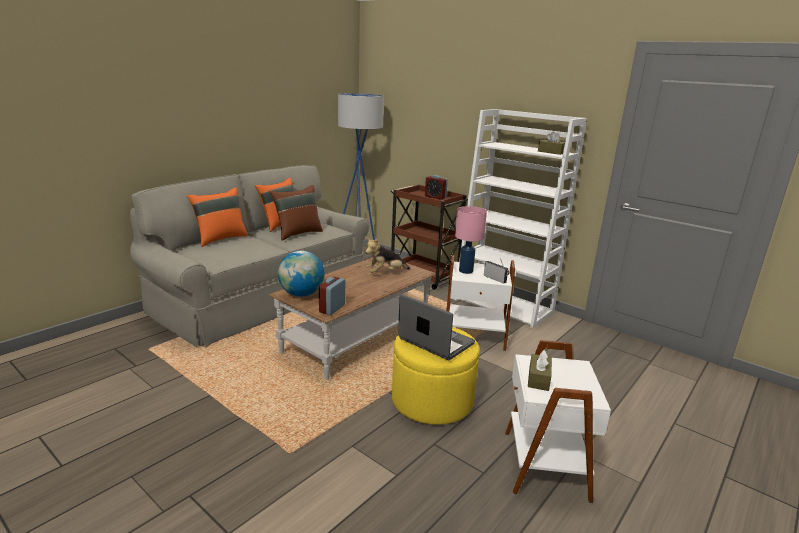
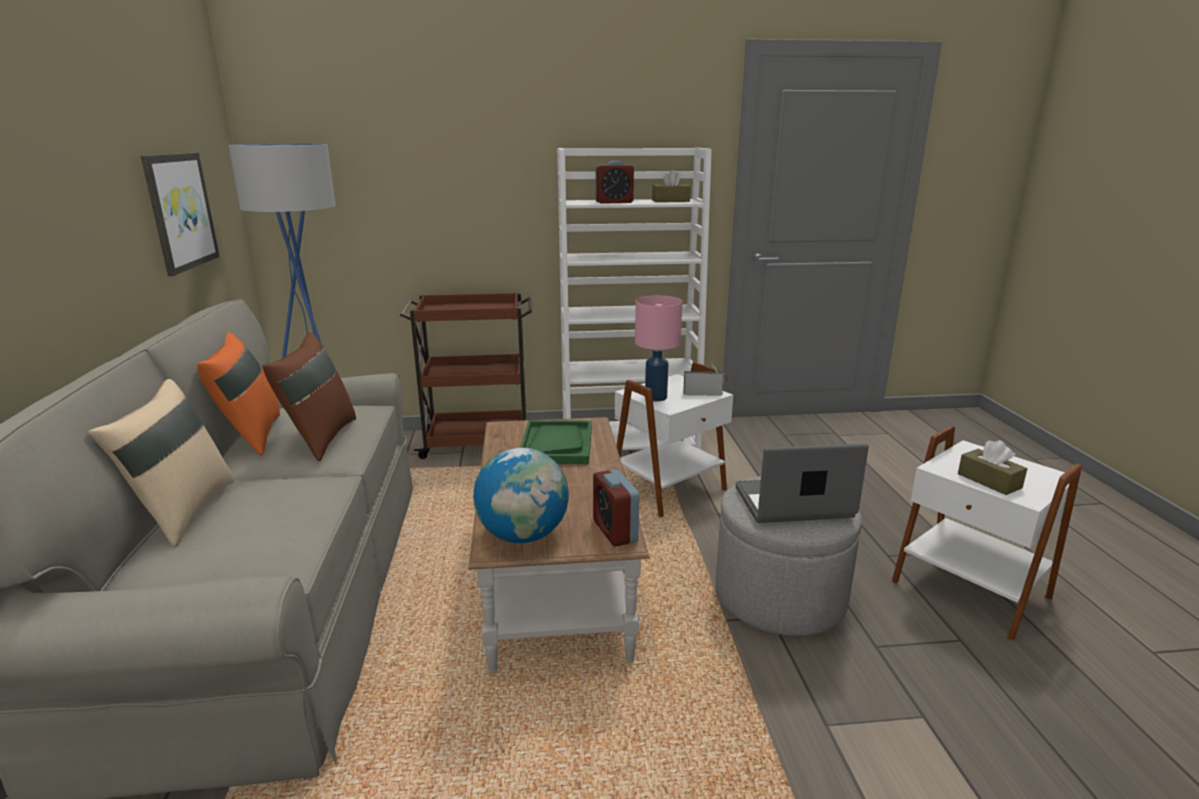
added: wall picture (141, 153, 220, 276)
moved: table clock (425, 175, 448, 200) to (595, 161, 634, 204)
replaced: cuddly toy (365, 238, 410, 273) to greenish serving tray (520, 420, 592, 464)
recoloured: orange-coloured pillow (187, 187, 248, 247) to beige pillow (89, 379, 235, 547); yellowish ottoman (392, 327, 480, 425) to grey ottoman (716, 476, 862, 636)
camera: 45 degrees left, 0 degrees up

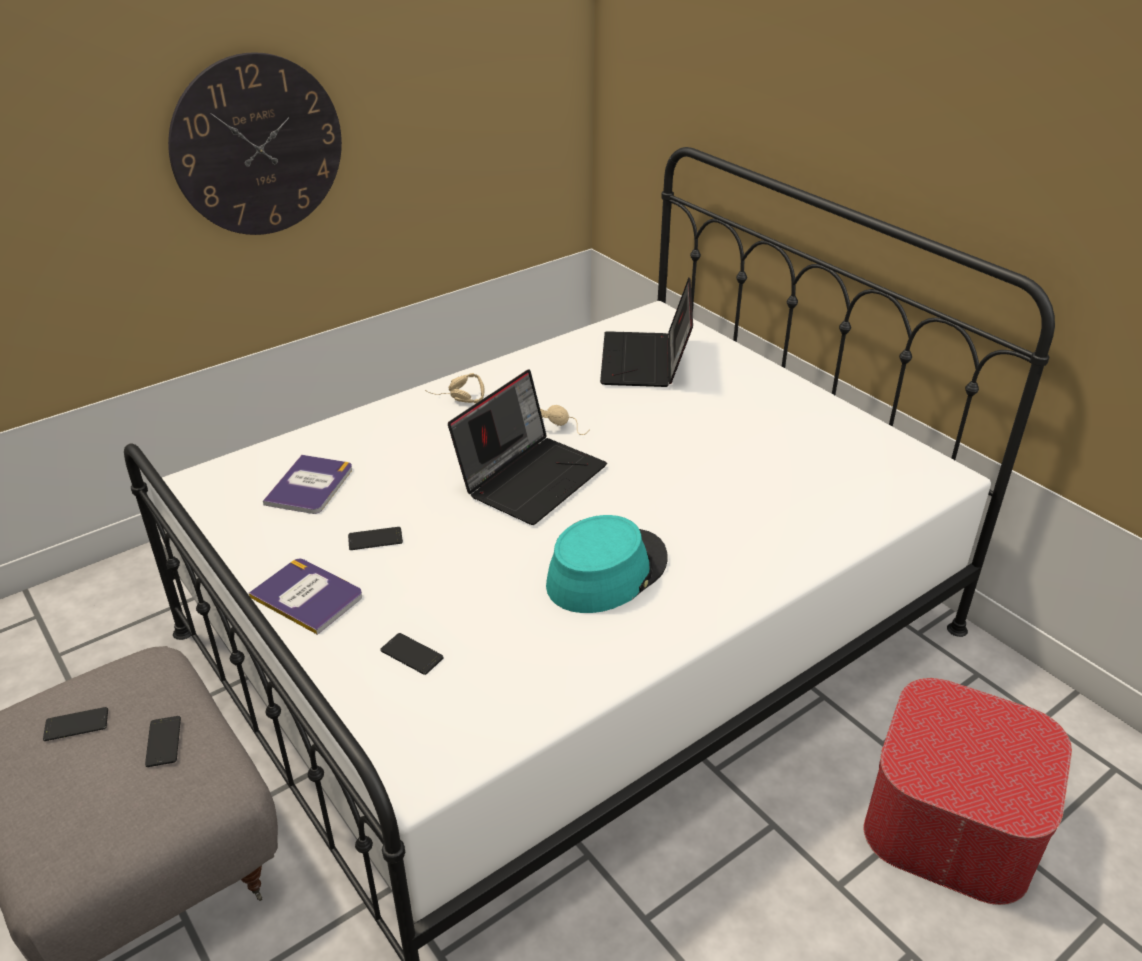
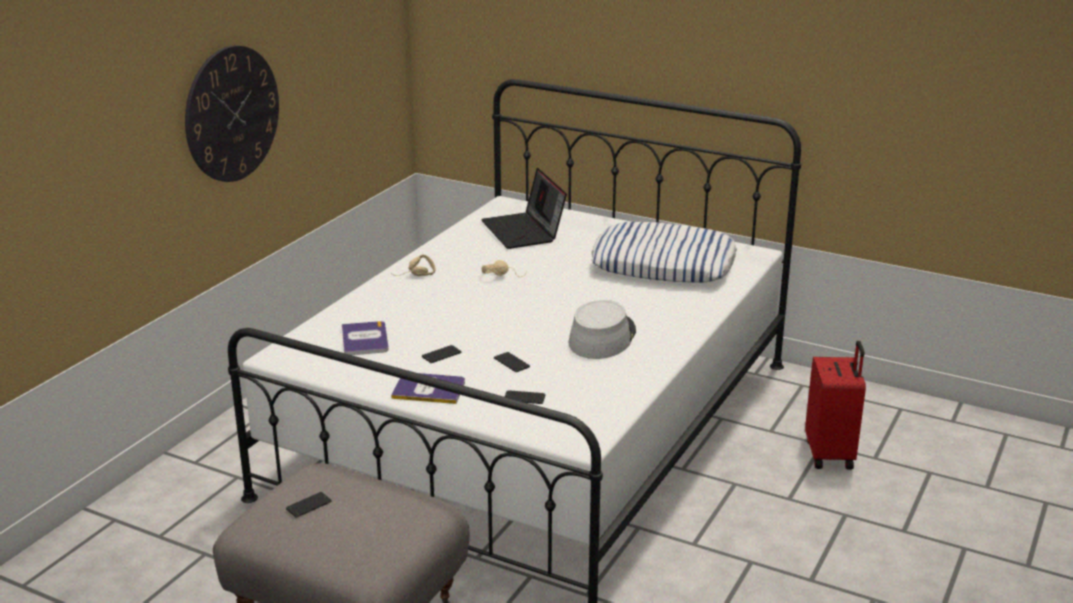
removed: laptop (448, 369, 607, 525)
added: pillow (591, 222, 737, 283)
moved: telephone (145, 716, 181, 767) to (494, 352, 530, 372)
replaced: ottoman (863, 678, 1072, 905) to reddish suitcase (805, 341, 866, 470)
recoloured: turquoise clothing hat (546, 515, 668, 613) to grey clothing hat (569, 300, 636, 359)
camera: 25 degrees left, 10 degrees down

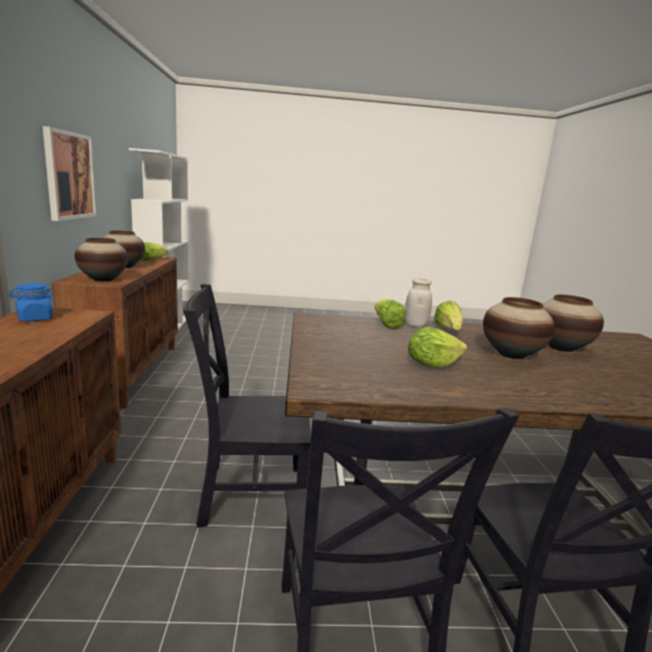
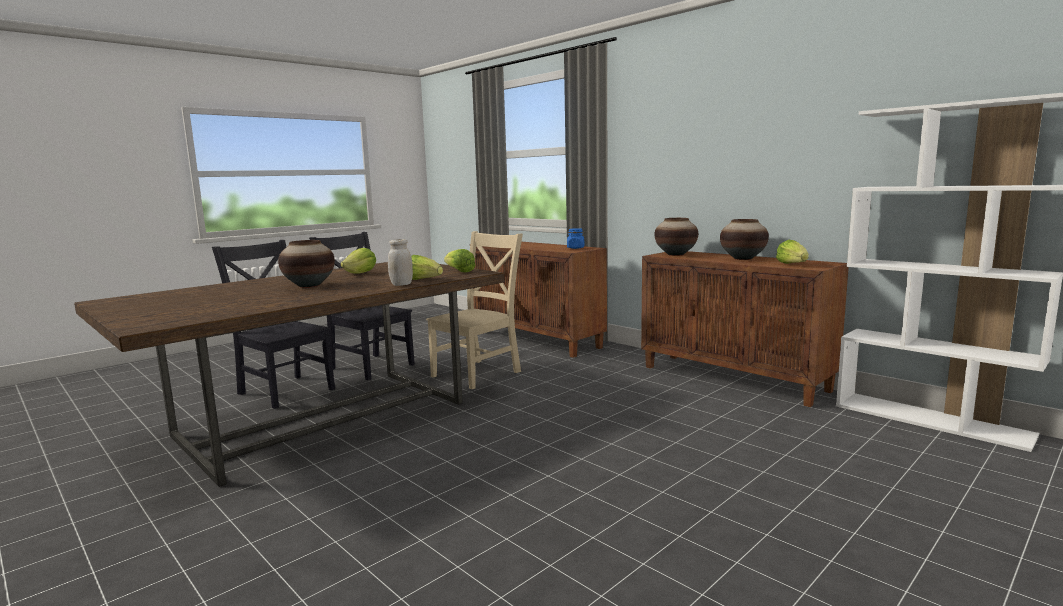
removed: wall picture (43, 126, 97, 221); decorative vase (543, 295, 604, 352)
moved: lettuce (434, 301, 463, 331) to (444, 249, 476, 272)
recoloured: black-coloured upright chair (183, 284, 311, 528) to beige upright chair (426, 231, 523, 389)
camera: 140 degrees right, 5 degrees down

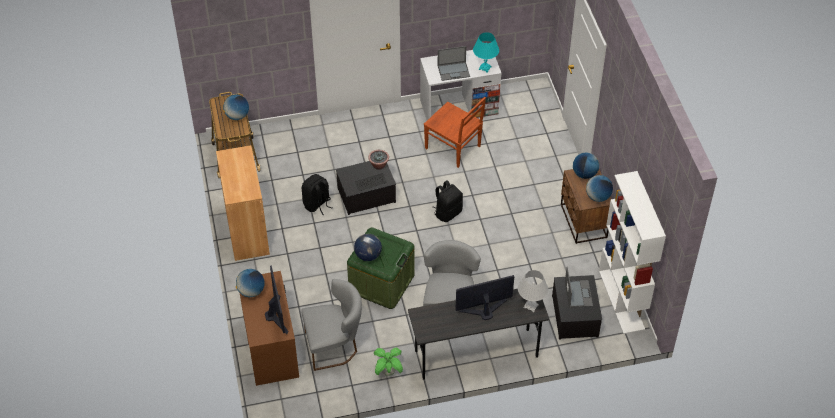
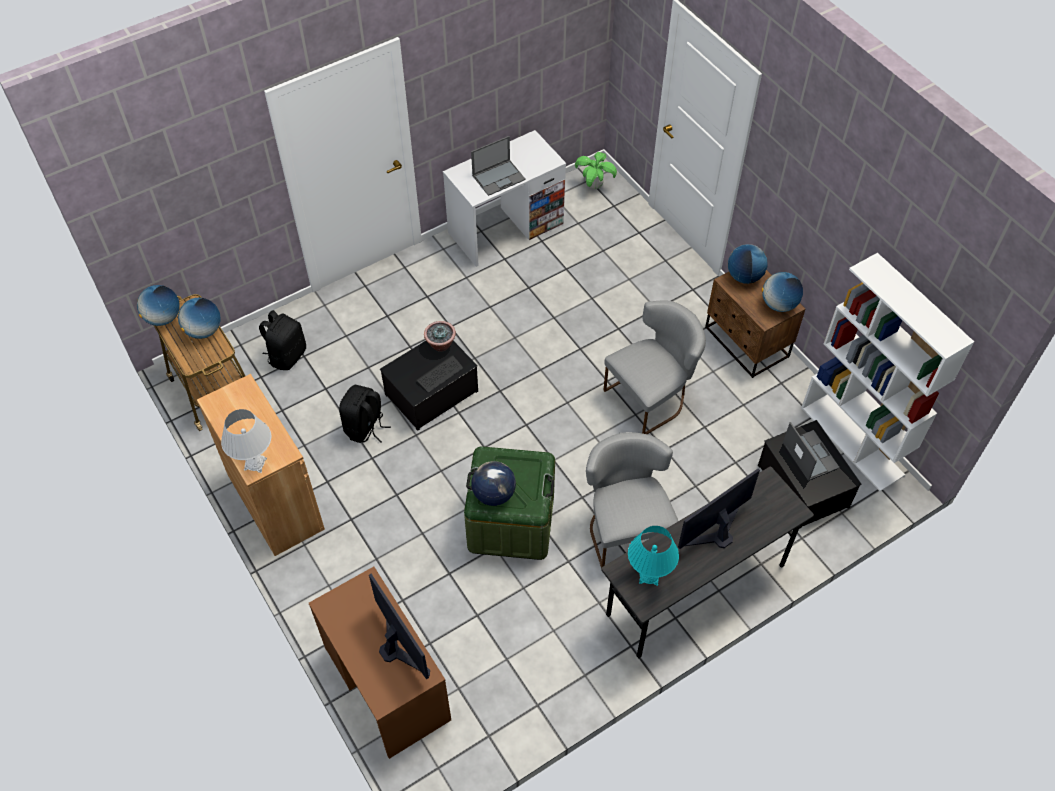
removed: brownish upright chair (424, 97, 486, 168)
moved: world globe (236, 269, 264, 297) to (137, 285, 180, 326); whitish tabletop lamp (518, 270, 548, 313) to (221, 409, 271, 473); black-coloured knapsack (433, 180, 463, 222) to (259, 310, 306, 370); plant in a pot (374, 348, 403, 376) to (575, 152, 617, 189); grey upright chair (301, 279, 362, 371) to (603, 300, 706, 434); turquoise tabletop lamp (473, 32, 499, 73) to (628, 526, 679, 586)
camera: 20 degrees left, 5 degrees up

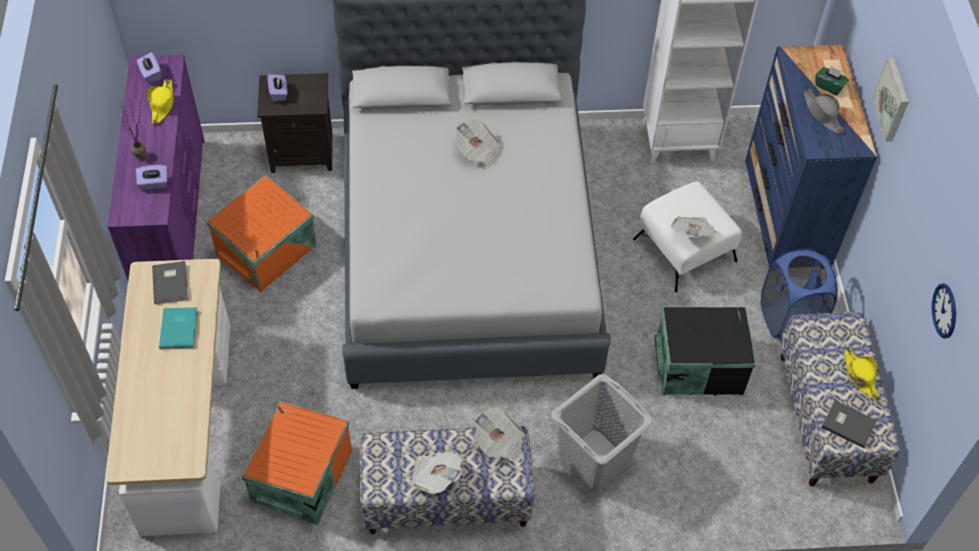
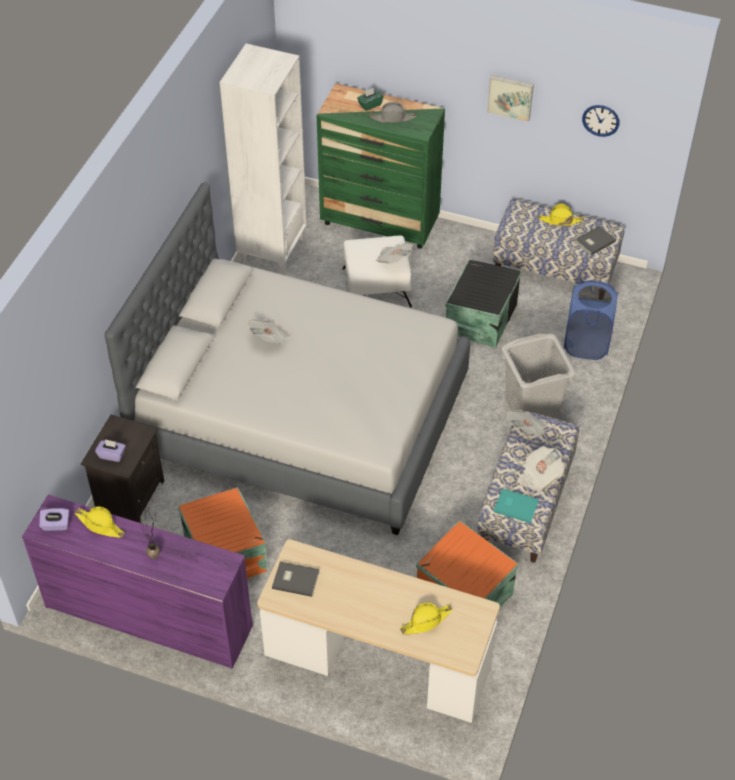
removed: purple-coloured tissue holder (136, 165, 167, 190)
added: yellowish clothing hat (400, 602, 453, 634)
moved: wall picture (872, 58, 909, 142) to (487, 75, 534, 122); turquoise bound book (159, 307, 198, 349) to (494, 488, 539, 523); bluish laundry basket (761, 248, 838, 341) to (564, 280, 618, 360)
recoloured: bluish drawer chest (745, 45, 877, 268) to greenish drawer chest (317, 83, 445, 249)
camera: 65 degrees left, 5 degrees down

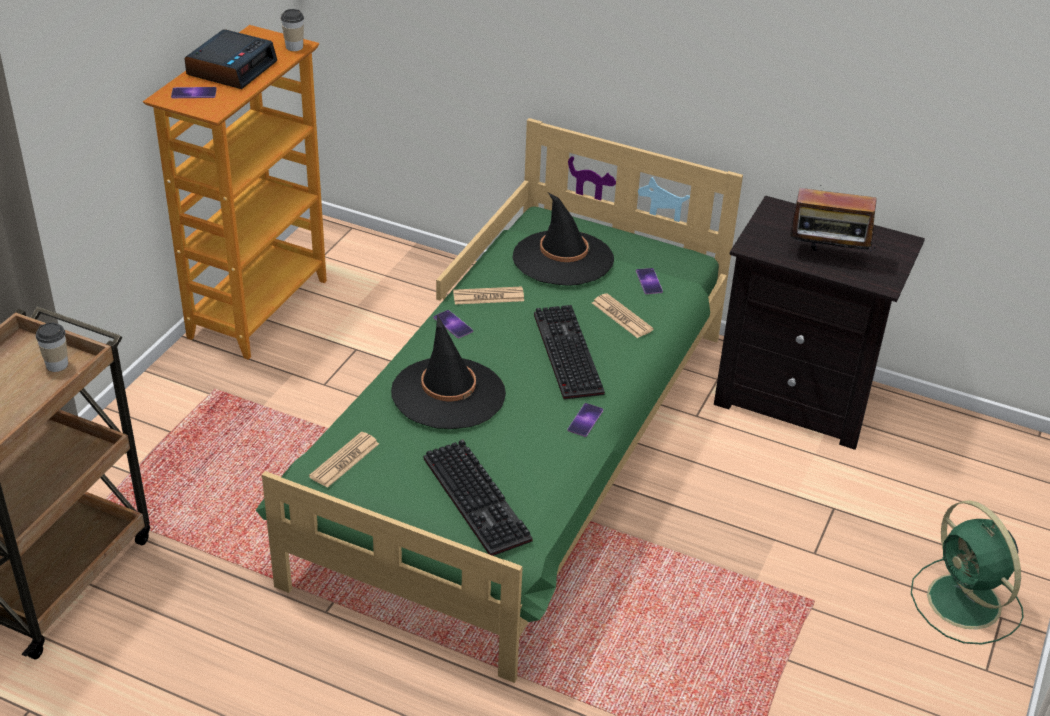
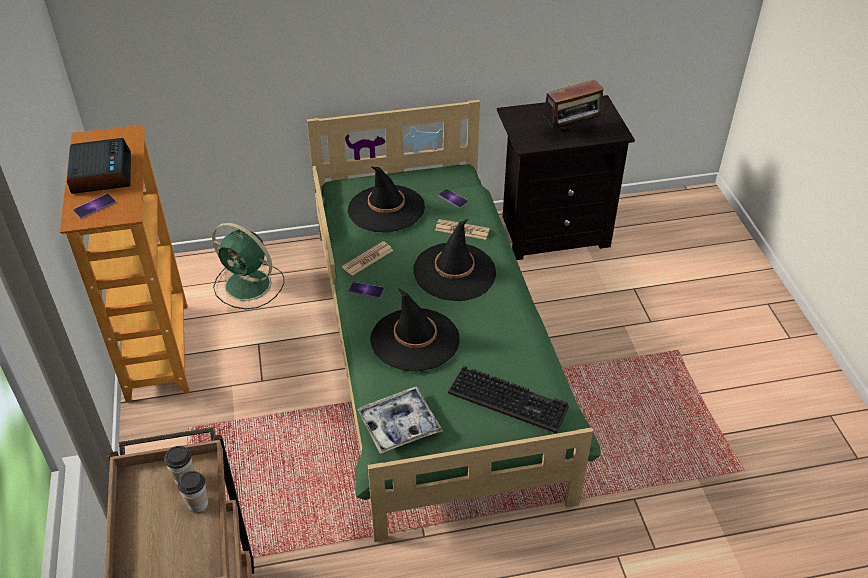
removed: telephone (567, 403, 603, 437)
moved: small cup (281, 9, 304, 51) to (178, 471, 208, 513); greenish fan (911, 500, 1024, 645) to (212, 223, 284, 309)
replaced: printed paper (309, 432, 379, 488) to serving tray (357, 387, 443, 454); PC keyboard (534, 305, 605, 400) to black-coloured clothing hat (413, 219, 496, 301)
camera: 35 degrees left, 5 degrees up

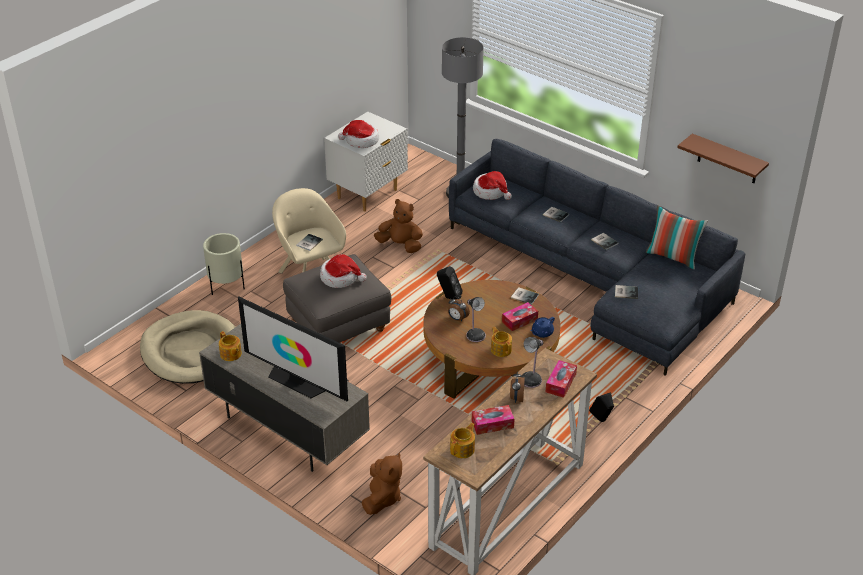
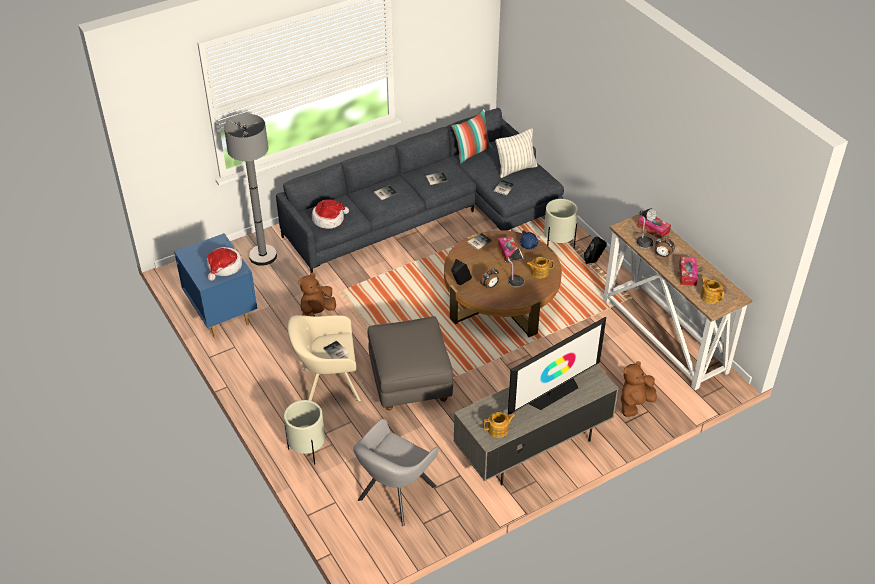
removed: clothing hat (320, 254, 367, 288); brownish bracket shelf (677, 134, 769, 183)
added: pillow (495, 128, 538, 178); beige planter (544, 199, 578, 248)
replaced: beige dog bed (140, 310, 235, 384) to grey easy chair (353, 419, 439, 526)
recoloured: whitish night table (324, 112, 408, 212) to bluish night table (174, 233, 257, 338)
turned: brownish cuddly toy (362, 452, 402, 515) = (621, 361, 657, 417) 75 degrees counterclockwise
camera: 70 degrees left, 5 degrees up

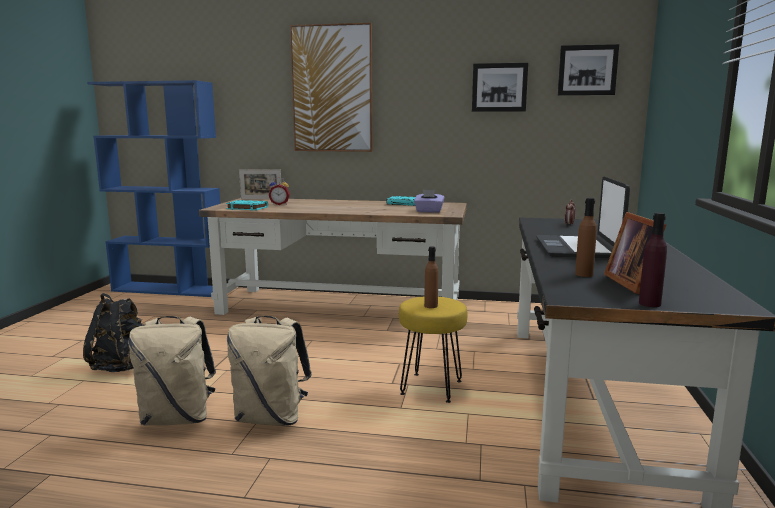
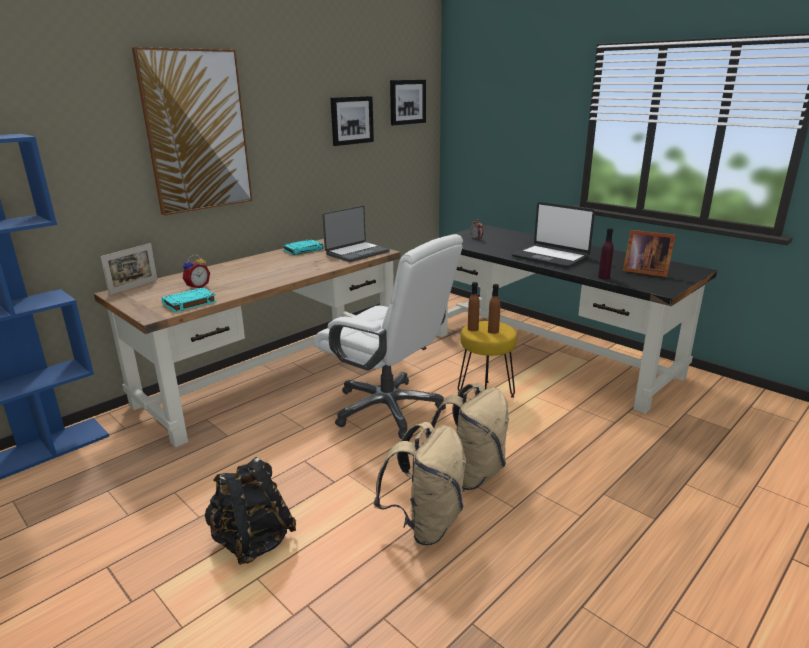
added: whitish office chair (314, 234, 463, 439)
moved: brownish beverage bottle (575, 198, 597, 277) to (468, 282, 480, 331); purple-coloured beverage bottle (639, 213, 667, 307) to (598, 228, 614, 280)
replaced: purple-coloured tissue holder (414, 190, 444, 213) to laptop (322, 205, 390, 262)
camera: 55 degrees left, 10 degrees up

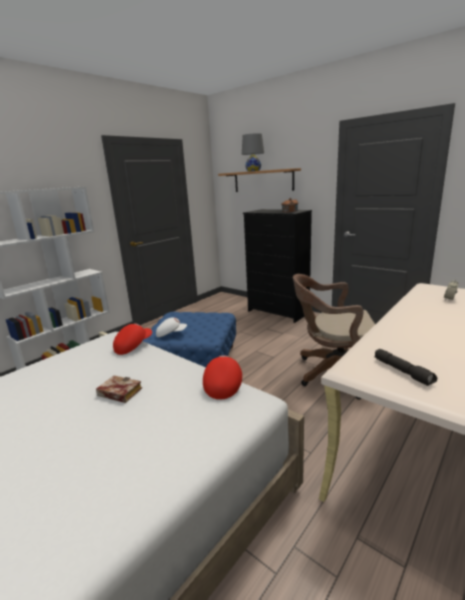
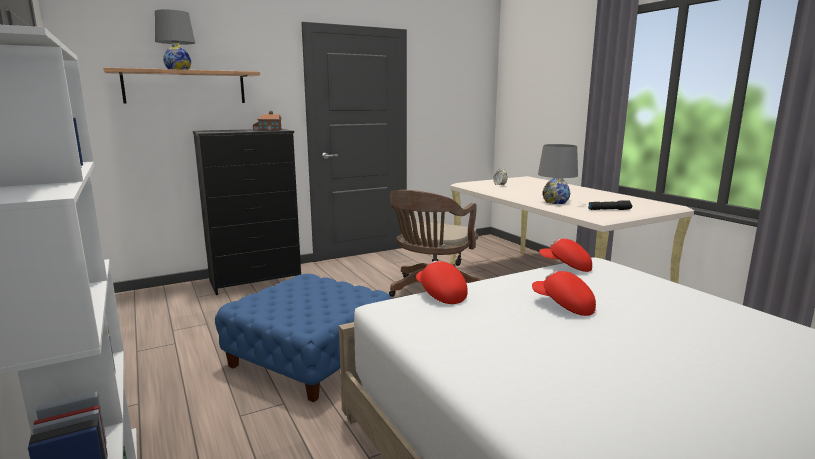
removed: whitish baseball cap (156, 317, 187, 337)
added: grey tabletop lamp (538, 144, 578, 204)
replaced: bound book (96, 376, 142, 403) to reddish baseball cap (532, 271, 596, 316)
camera: 70 degrees left, 5 degrees down

